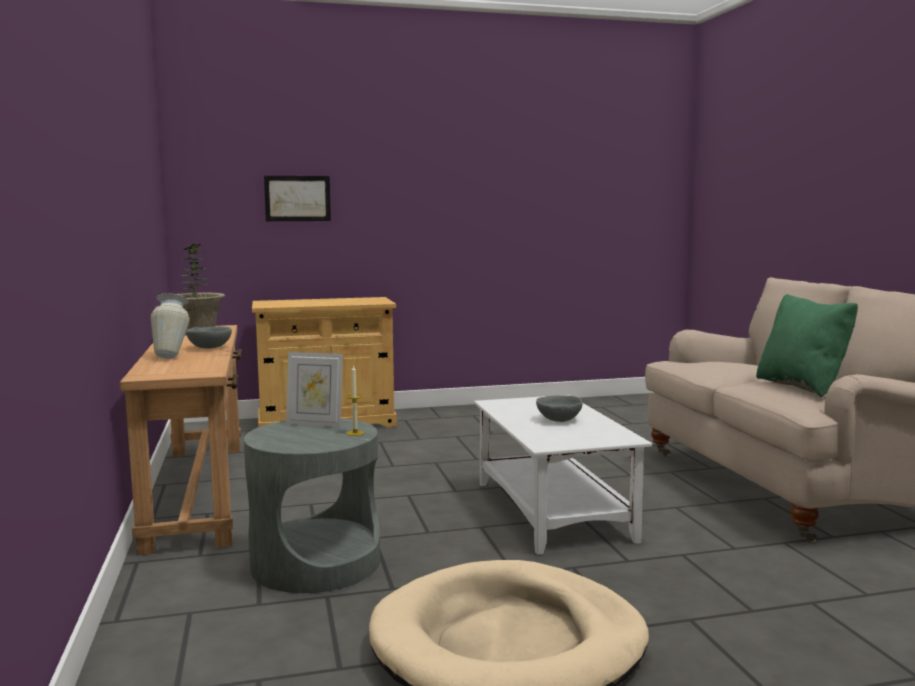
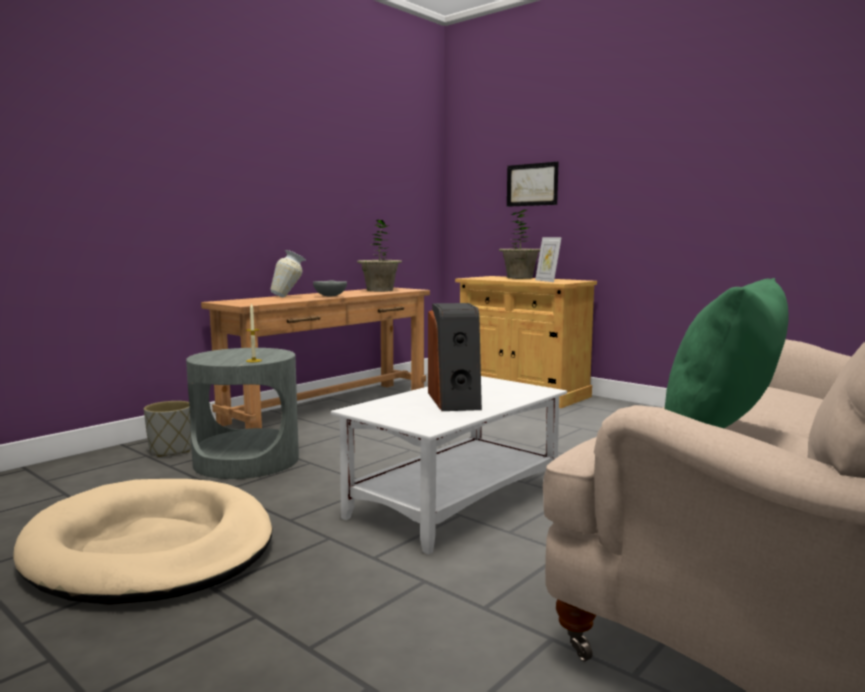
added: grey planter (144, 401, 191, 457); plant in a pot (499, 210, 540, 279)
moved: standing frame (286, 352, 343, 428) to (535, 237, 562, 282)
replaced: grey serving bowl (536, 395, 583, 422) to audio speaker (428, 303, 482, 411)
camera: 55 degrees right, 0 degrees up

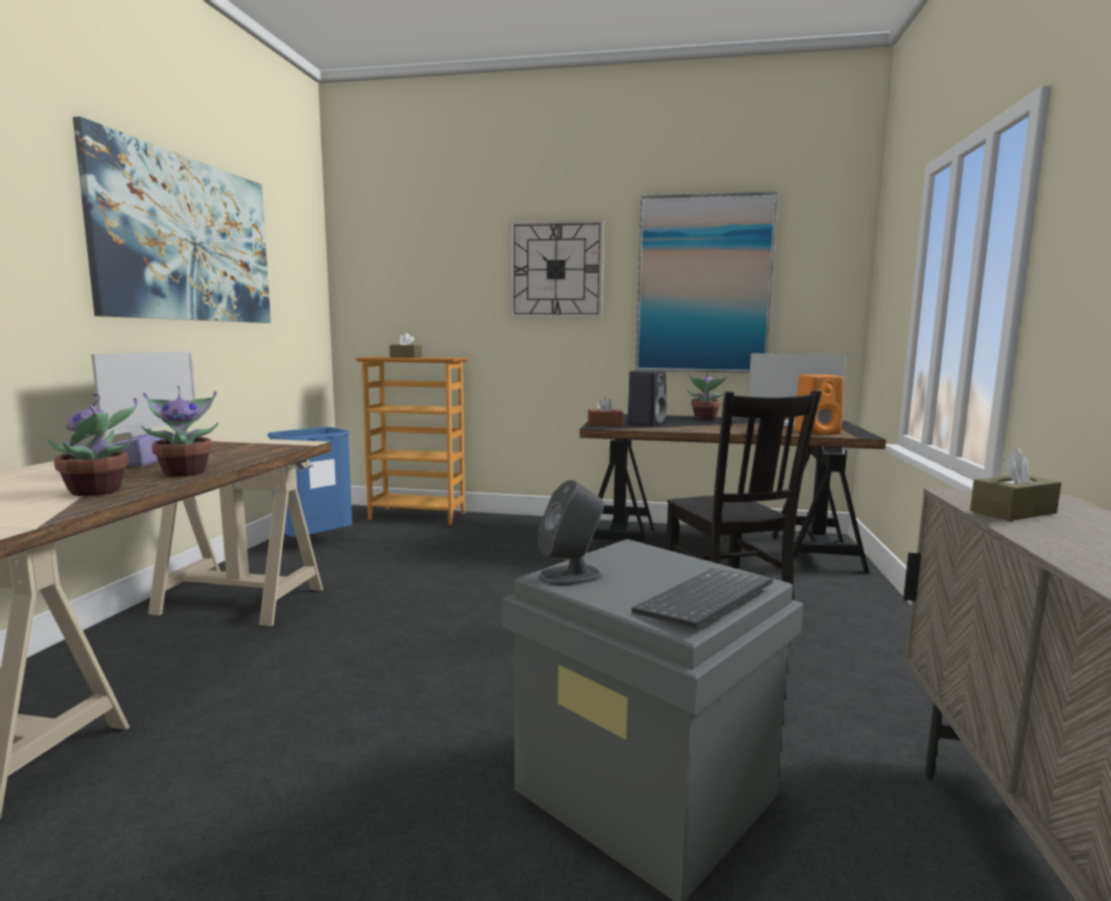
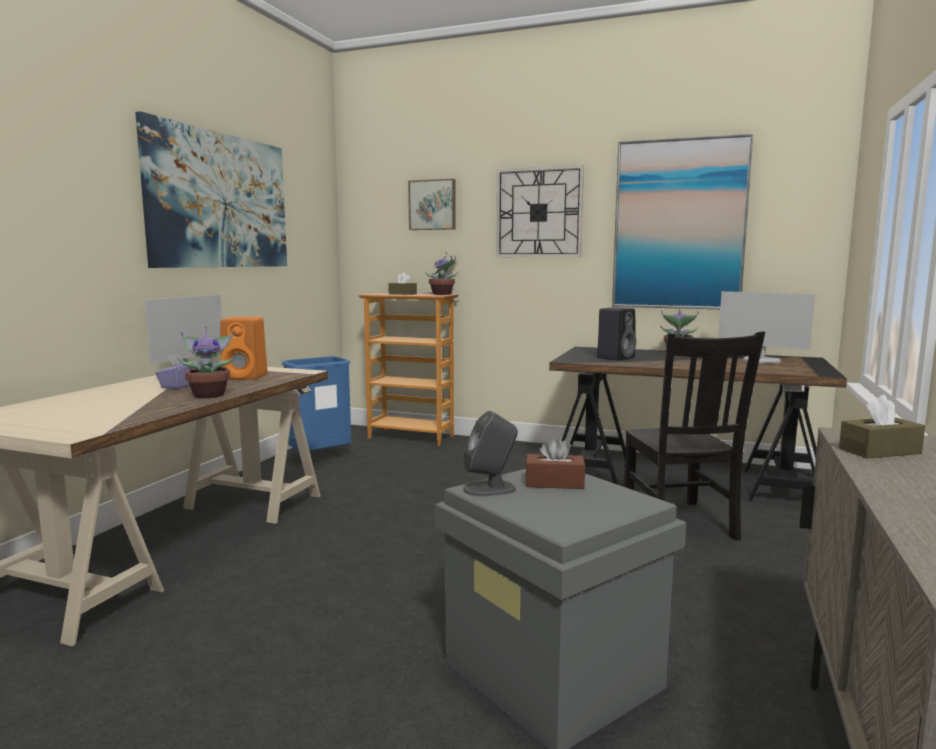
removed: PC keyboard (632, 569, 773, 628)
added: wall picture (408, 179, 456, 230)
moved: orange-coloured audio speaker (794, 374, 844, 435) to (220, 317, 267, 380); plant in a pot (47, 393, 138, 496) to (425, 252, 458, 295); brownish tissue holder (588, 397, 623, 426) to (526, 436, 585, 489)
camera: 10 degrees right, 0 degrees up

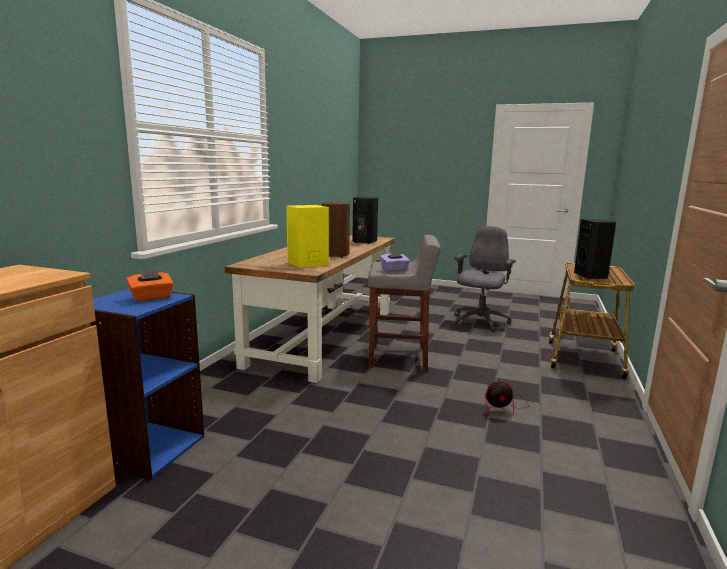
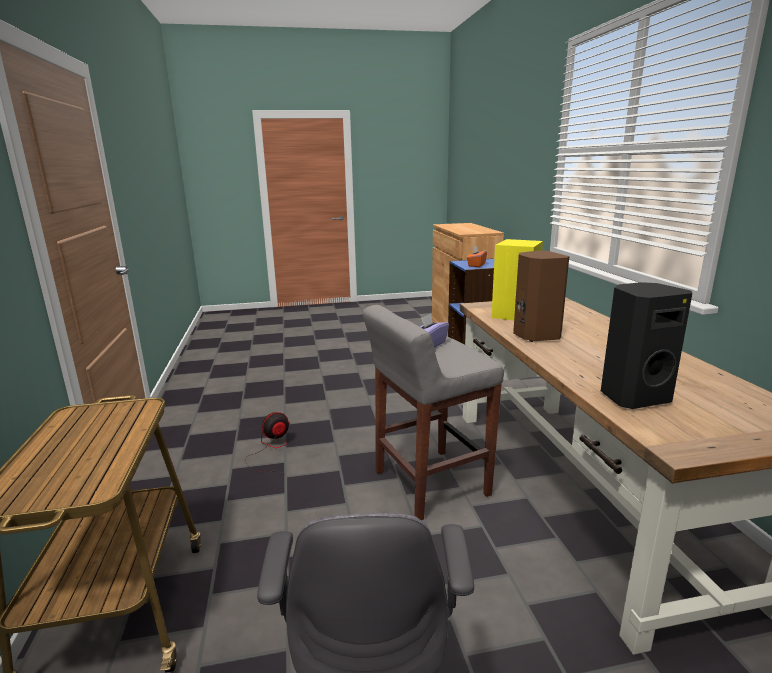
removed: black-coloured audio speaker (574, 219, 616, 280)
camera: 150 degrees right, 5 degrees up

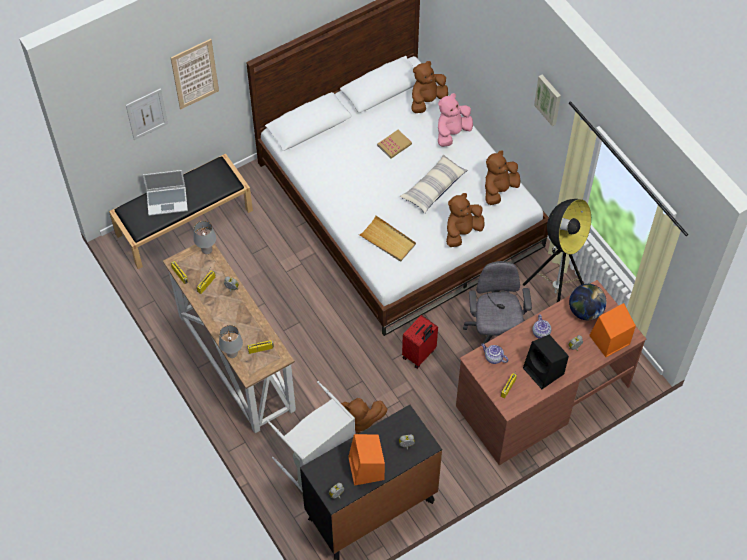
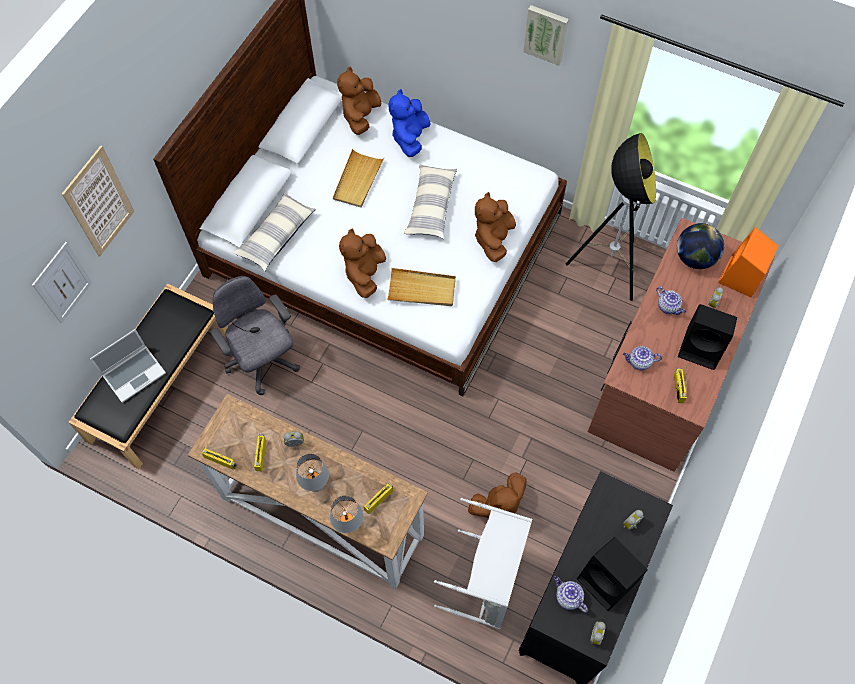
removed: reddish suitcase (402, 315, 438, 369)
added: pillow (232, 193, 316, 271); tea pot (554, 576, 588, 613)
moved: grey office chair (463, 261, 532, 344) to (210, 276, 300, 395); grey tabletop lamp (193, 221, 216, 254) to (296, 454, 329, 492); brownish cuddly toy (485, 151, 521, 205) to (339, 228, 386, 298)
replaced: bound book (377, 130, 412, 158) to beige serving tray (333, 149, 384, 208)
recoloured: pink cuddly toy (438, 93, 473, 147) to bluish cuddly toy (388, 89, 431, 157); orange-coloured audio speaker (348, 434, 385, 486) to black-coloured audio speaker (577, 537, 648, 611)
camera: 30 degrees left, 5 degrees up

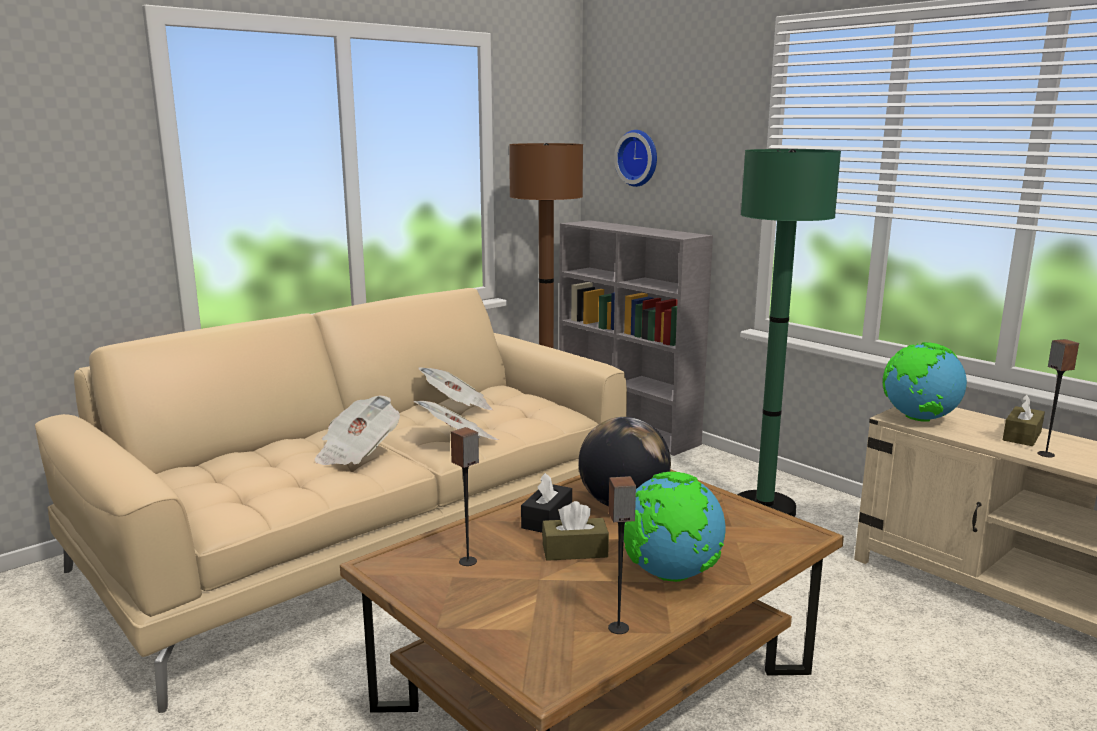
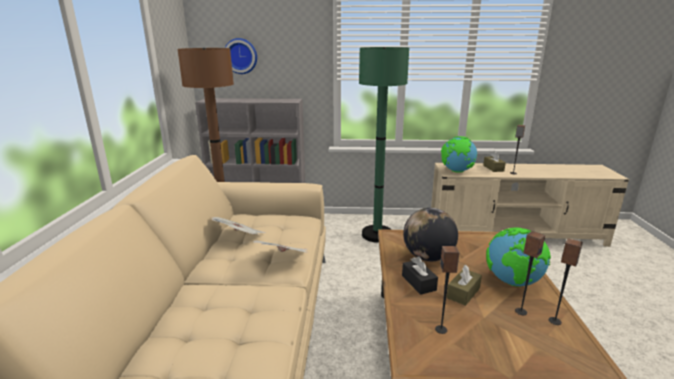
removed: printed paper (314, 395, 400, 465)
added: audio speaker (515, 231, 545, 315)
camera: 45 degrees left, 5 degrees up

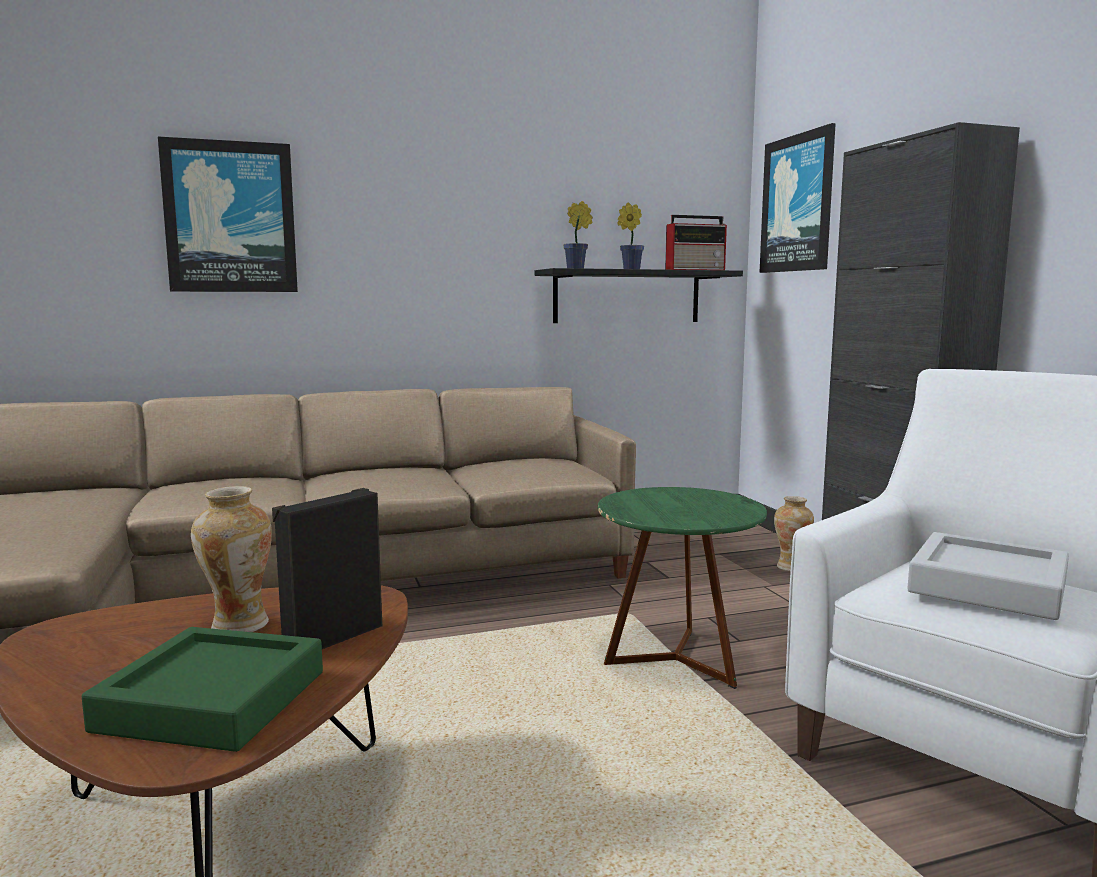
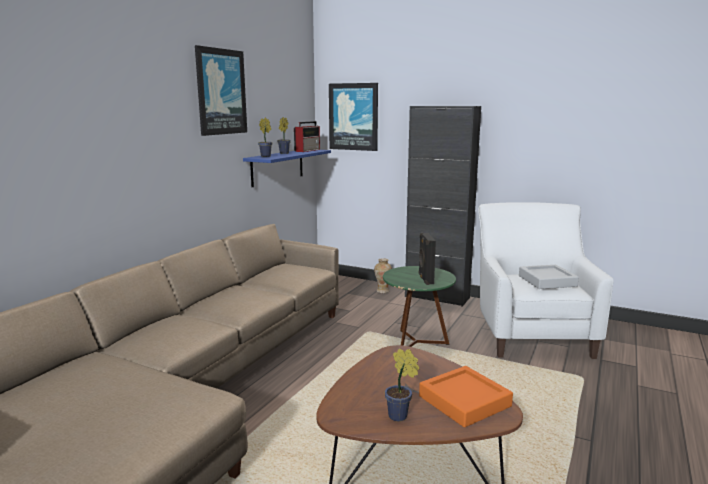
removed: decorative vase (191, 486, 272, 632)
added: plant in a pot (385, 349, 419, 421)
moved: wall picture (158, 137, 298, 292) to (195, 45, 247, 136); black-coloured audio speaker (272, 488, 382, 649) to (418, 233, 436, 285)
recoloured: black-coloured bracket shelf (535, 268, 743, 323) to bluish bracket shelf (243, 150, 331, 187); greenish serving tray (82, 627, 323, 752) to orange-coloured serving tray (419, 366, 513, 428)
camera: 45 degrees left, 5 degrees up

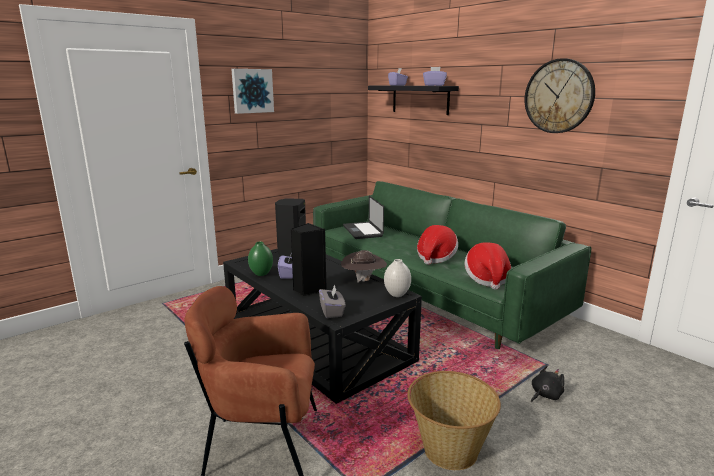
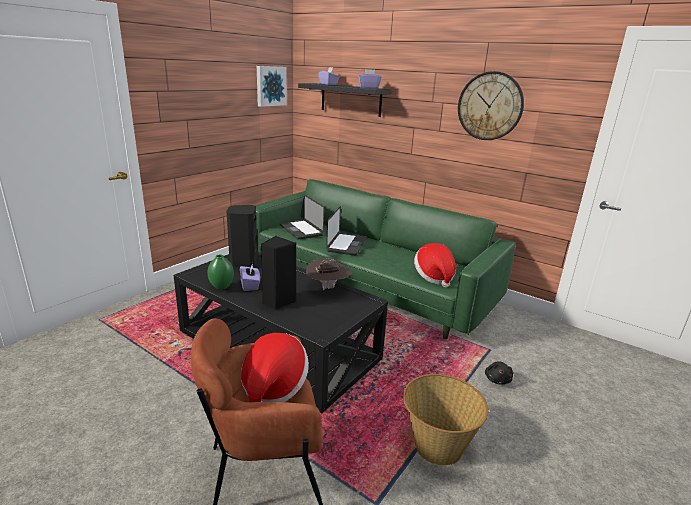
removed: grey tissue holder (319, 284, 346, 318); whitish decorative vase (384, 259, 411, 297)
added: laptop (326, 206, 367, 256)
moved: clothing hat (417, 225, 458, 265) to (241, 333, 309, 402); wall picture (231, 69, 274, 114) to (257, 66, 287, 107)
turned: black-coloured cuddly toy (531, 366, 564, 402) = (485, 361, 513, 385) 150 degrees clockwise
camera: 15 degrees left, 5 degrees up

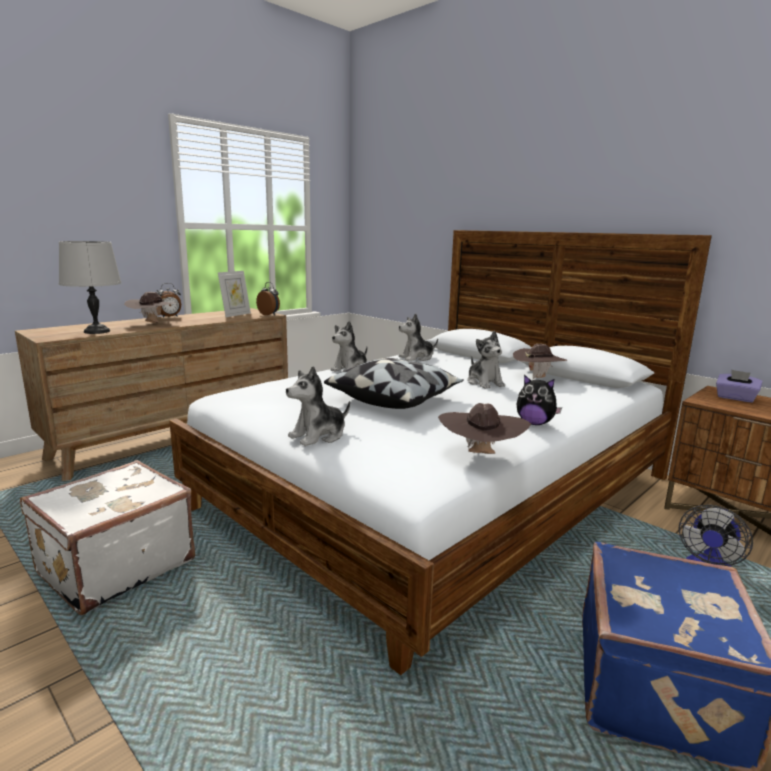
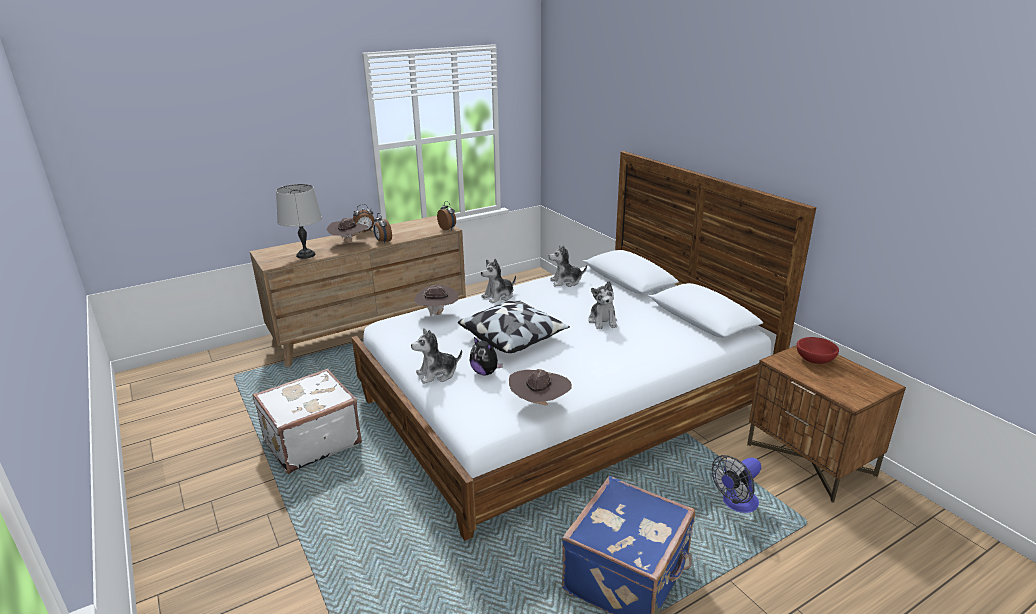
removed: standing frame (218, 271, 251, 317)
added: table clock (374, 213, 392, 243)
moved: brownish clothing hat (513, 344, 567, 379) to (414, 284, 459, 316); cuddly toy (517, 375, 562, 425) to (469, 337, 503, 376)
replaced: purple-coloured tissue holder (716, 370, 763, 403) to reddish serving bowl (797, 337, 839, 364)
camera: 15 degrees right, 10 degrees up

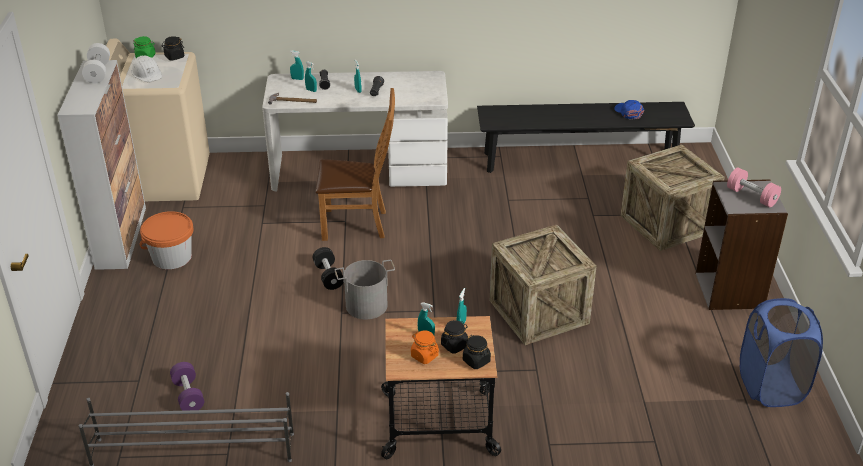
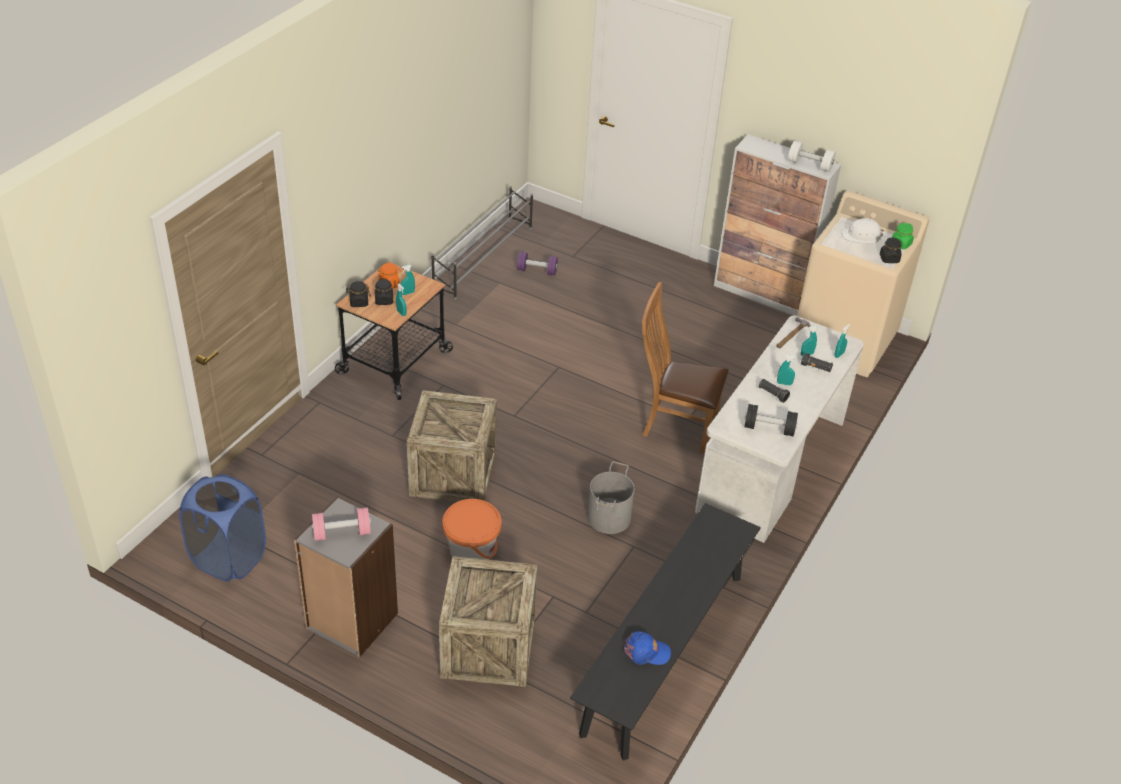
moved: orange-coloured bucket (140, 211, 194, 269) to (442, 499, 502, 560); grey bucket (335, 260, 395, 319) to (587, 461, 634, 534); black-coloured free weight (313, 247, 343, 290) to (744, 404, 798, 436)
turned: brownish upright chair (315, 88, 395, 241) = (642, 282, 728, 454) 75 degrees clockwise
camera: 120 degrees right, 5 degrees up

